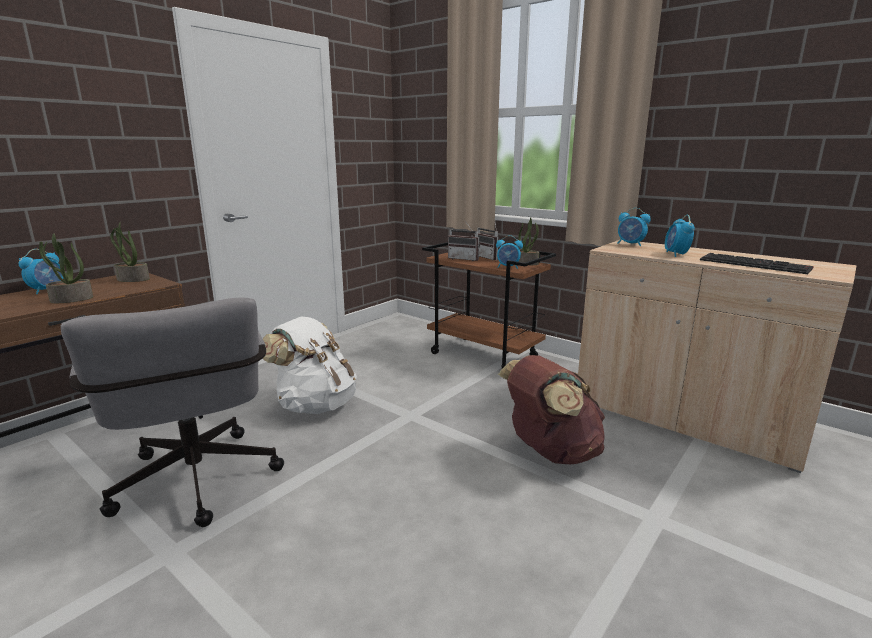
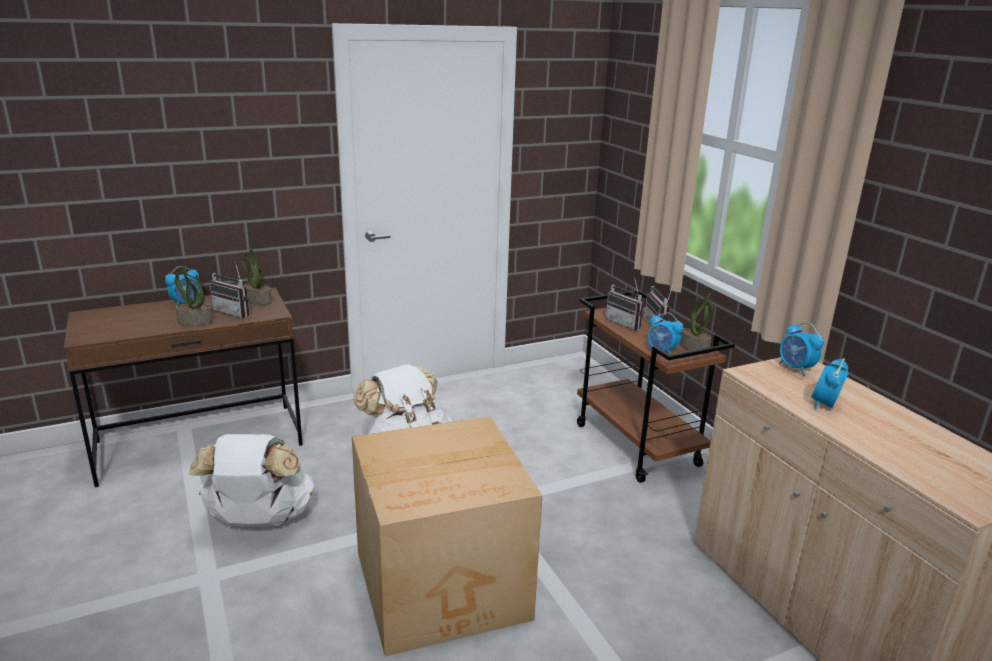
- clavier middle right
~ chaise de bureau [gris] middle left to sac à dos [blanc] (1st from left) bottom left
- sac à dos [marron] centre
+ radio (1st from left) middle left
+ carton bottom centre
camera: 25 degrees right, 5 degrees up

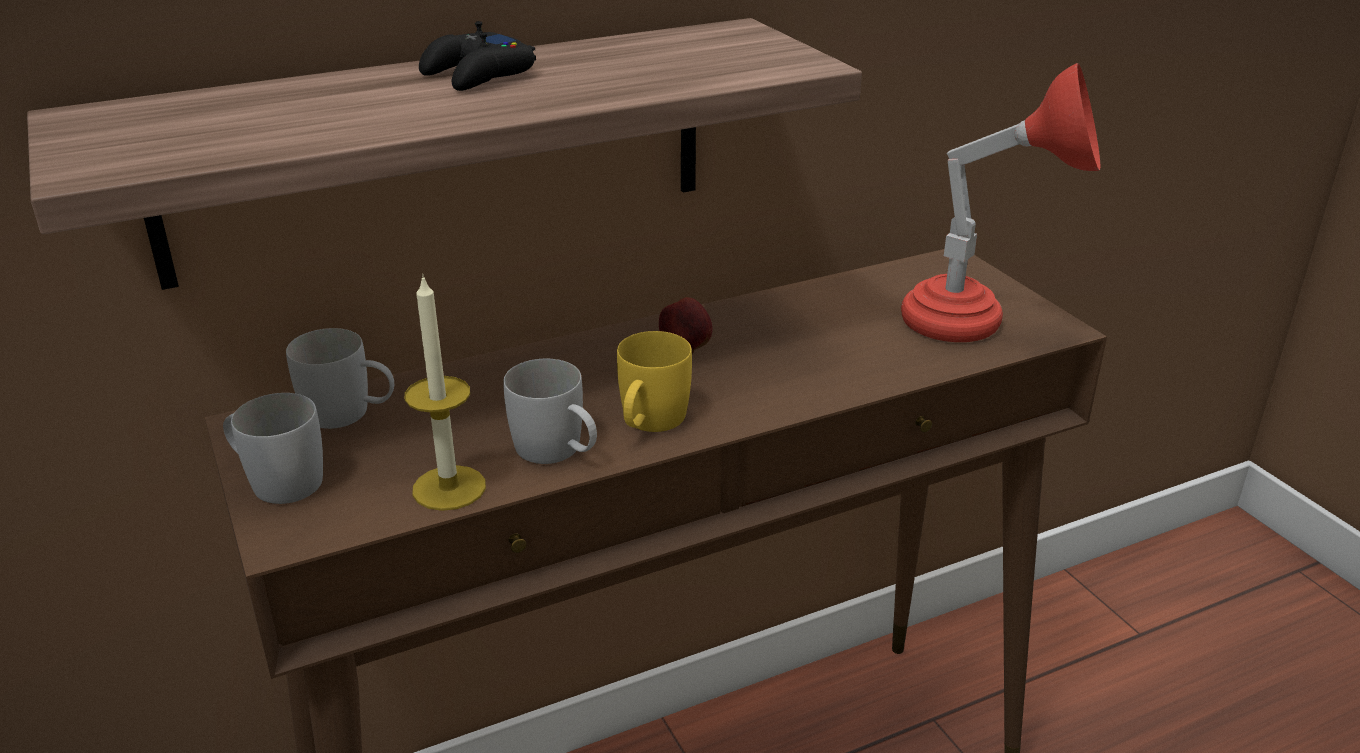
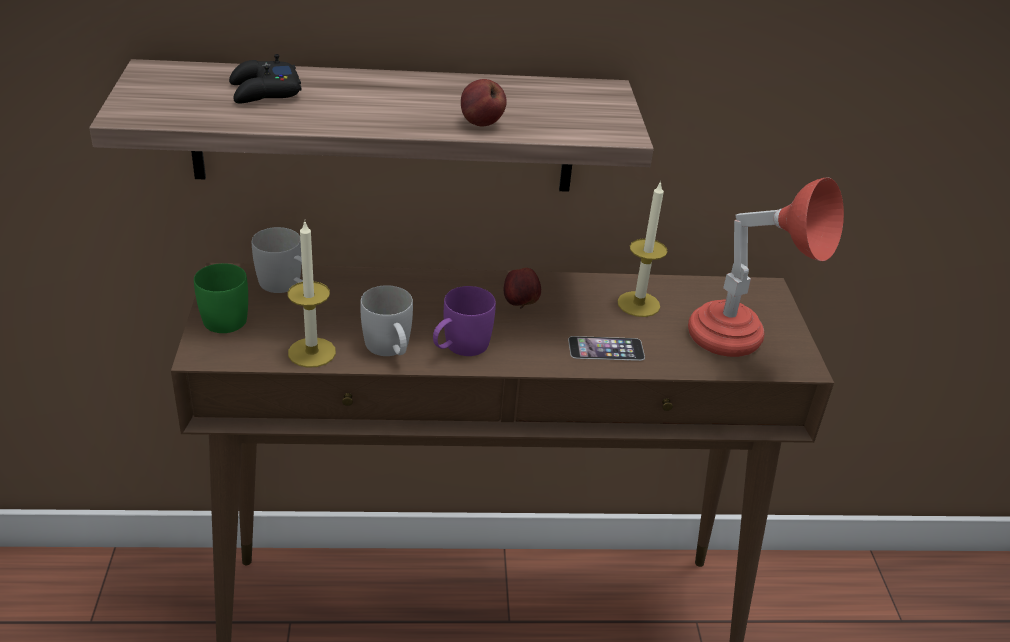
~ manette [noir] top centre to top left
~ mug [jaune] centre to mug [violet] centre
~ mug [blanc] (1st from left) middle left to mug [vert] middle left
+ pomme (1st from left) top centre
+ bougie (2nd from left) centre
+ téléphone centre
camera: 20 degrees right, 5 degrees up

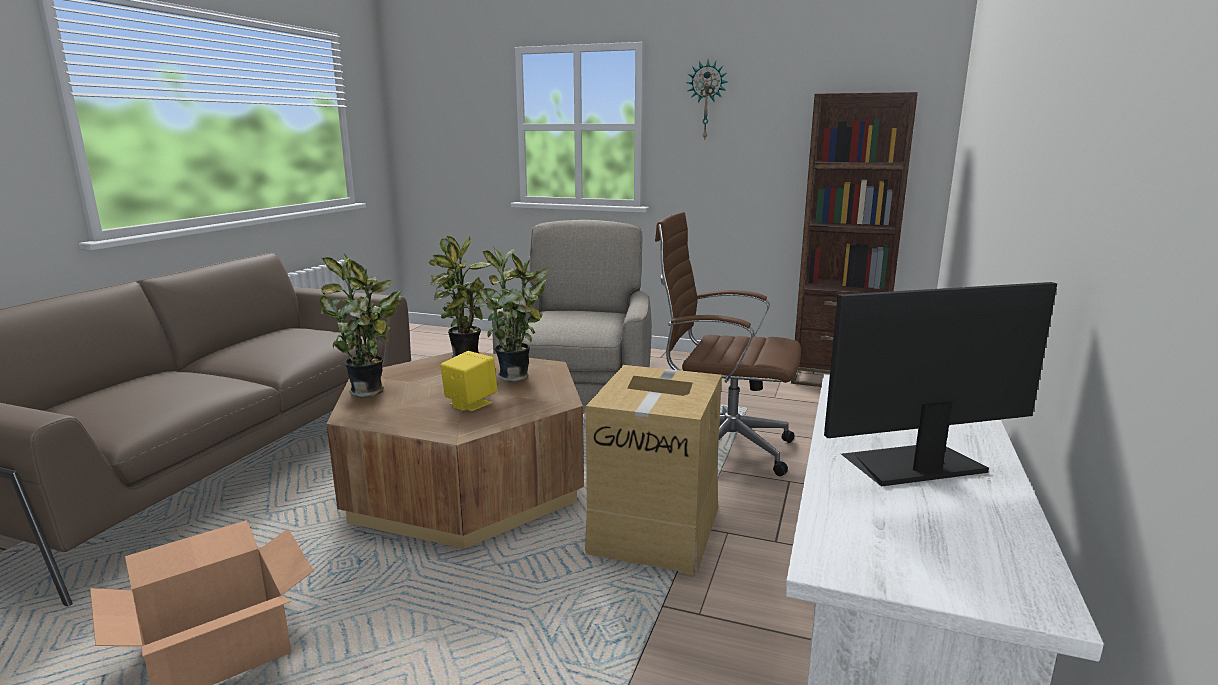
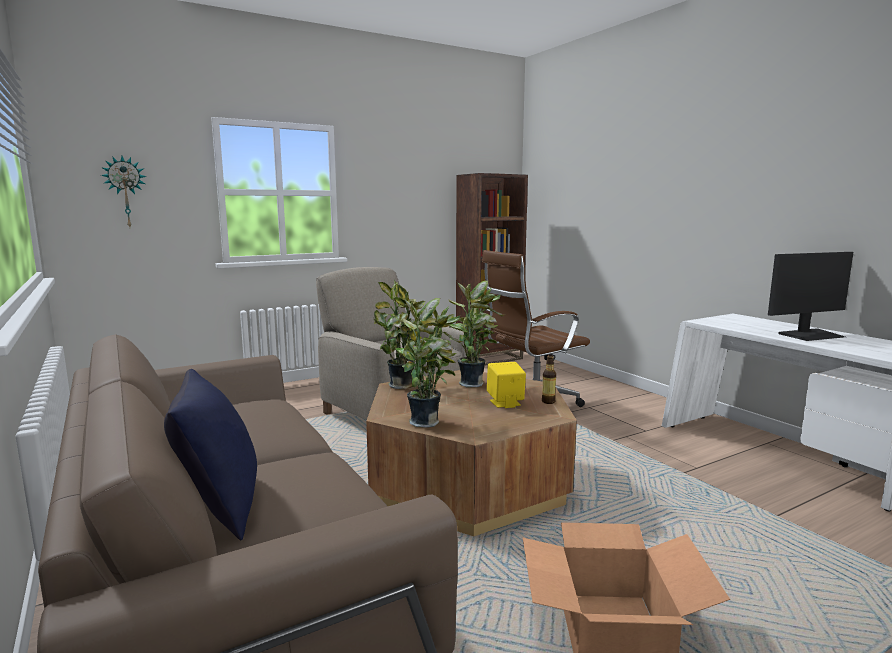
~ horloge murale top centre to top left
~ écran d'ordinateur middle right = middle right 135 degrees counterclockwise
- carton (2nd from left) bottom centre
+ bouteille centre
+ coussin [bleu] bottom left
camera: 50 degrees left, 5 degrees down

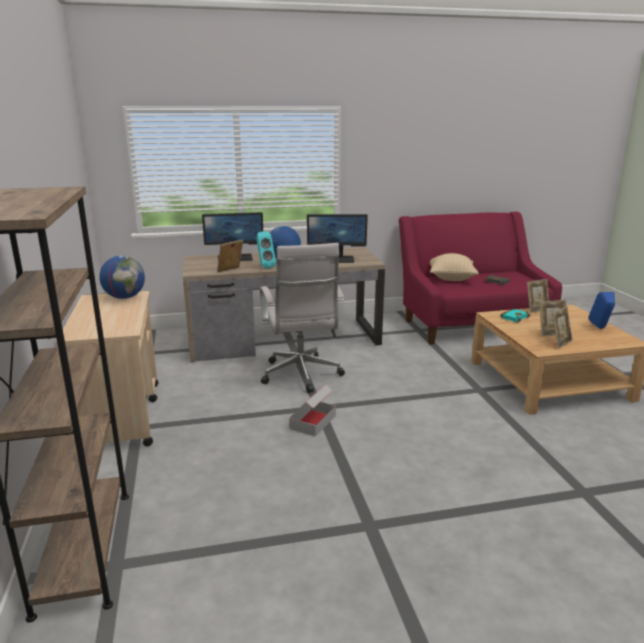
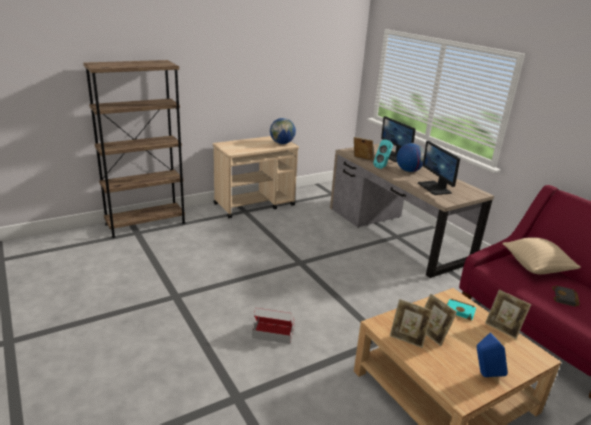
- chaise de bureau [blanc] centre
~ carton centre to bottom centre
camera: 70 degrees right, 5 degrees up

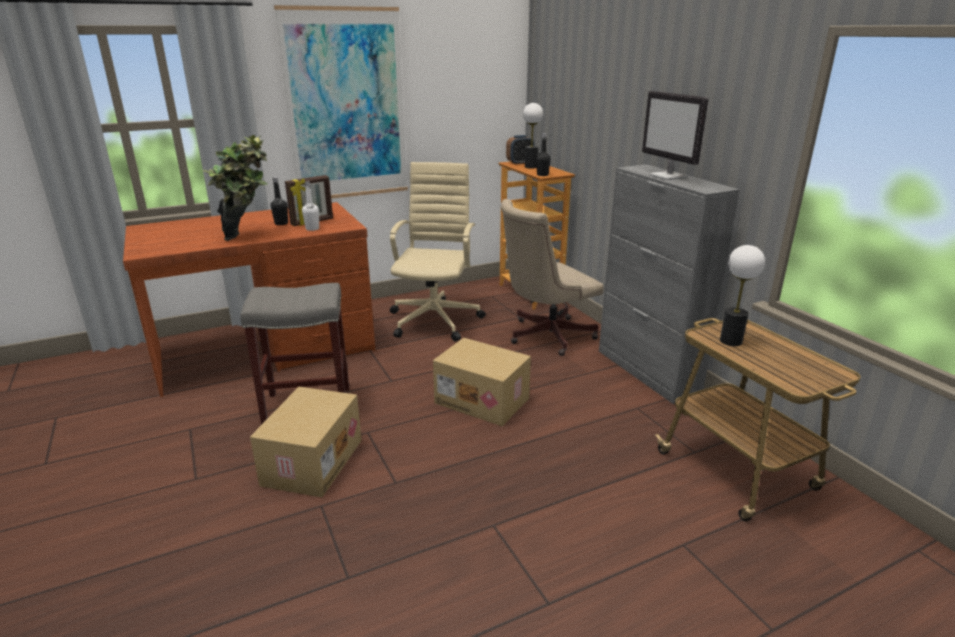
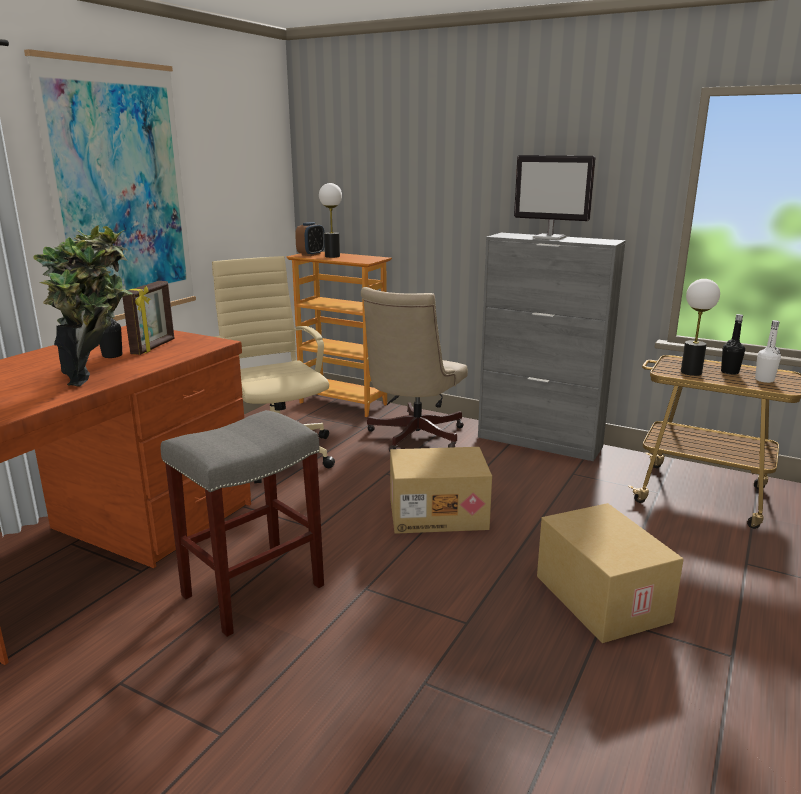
~ bouteille [noir] (2nd from left) top centre to middle right
~ bouteille [blanc] top left to middle right
~ carton (1st from left in the first image) bottom left to carton (2nd from left) bottom right
camera: 35 degrees left, 5 degrees down

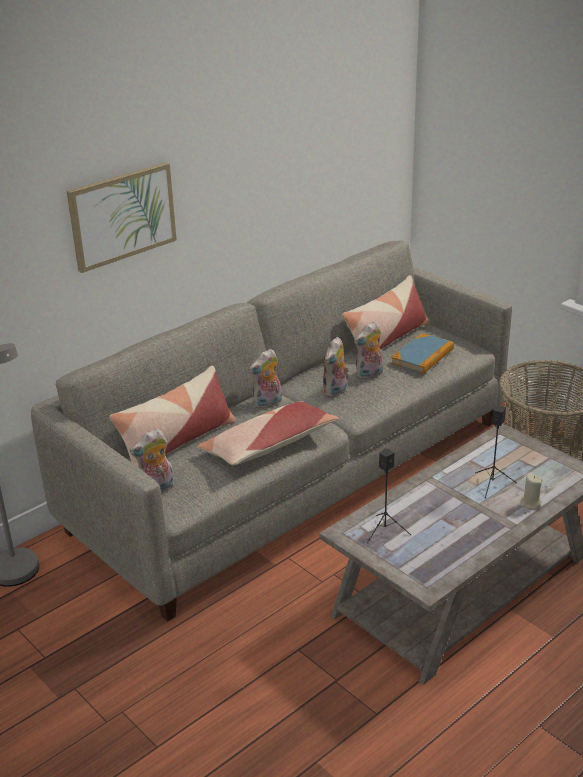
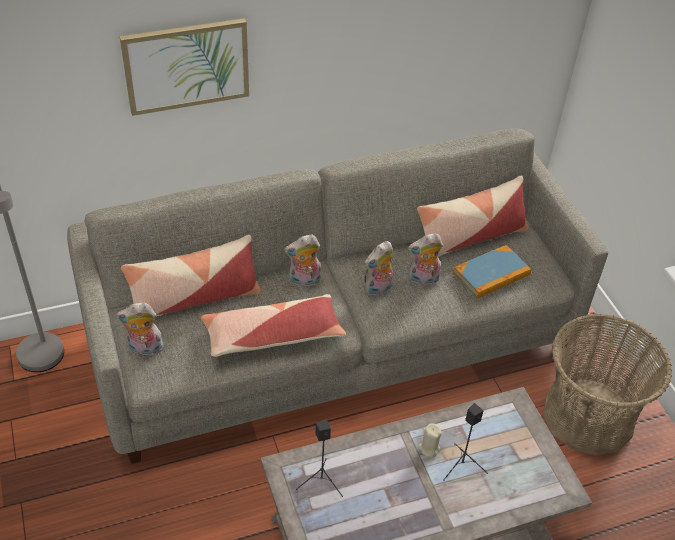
~ bougie [beige] middle right to bottom centre
camera: 20 degrees right, 15 degrees up

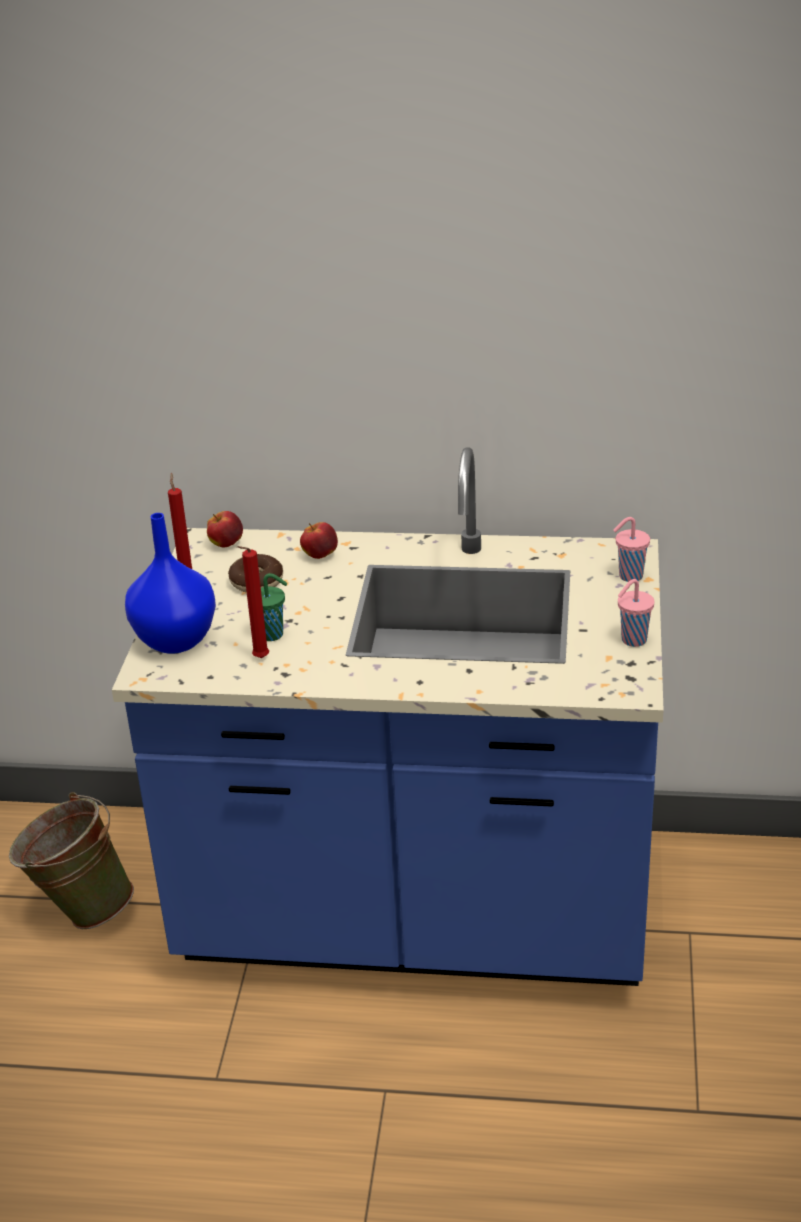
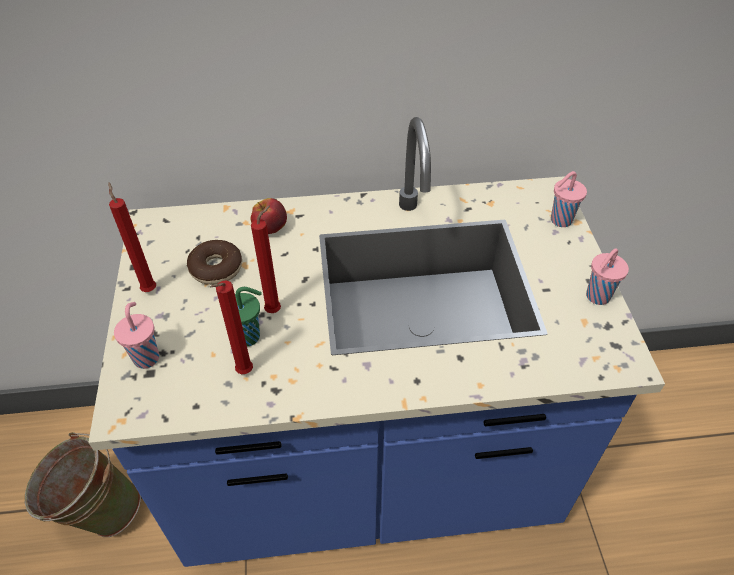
- pomme (1st from left) middle left
~ vase [bleu] middle left to tasse [rose] (1st from left) middle left
+ bougie [rouge] (3rd from left) centre
camera: 15 degrees left, 15 degrees up

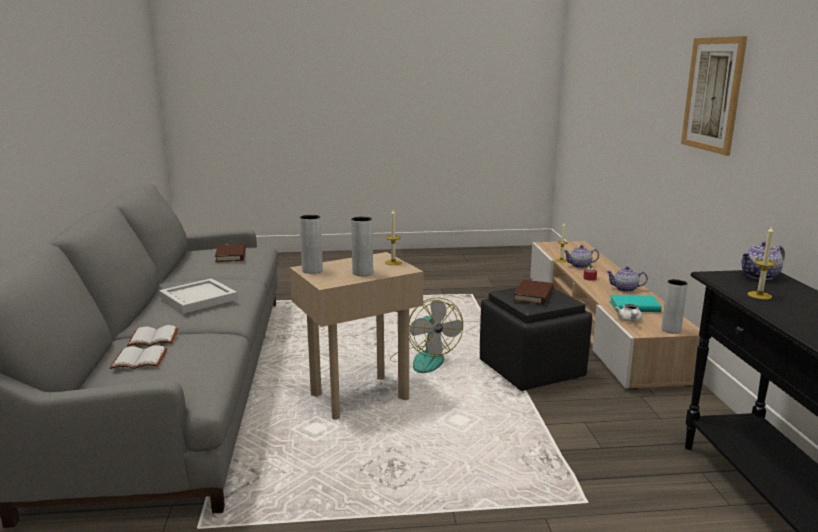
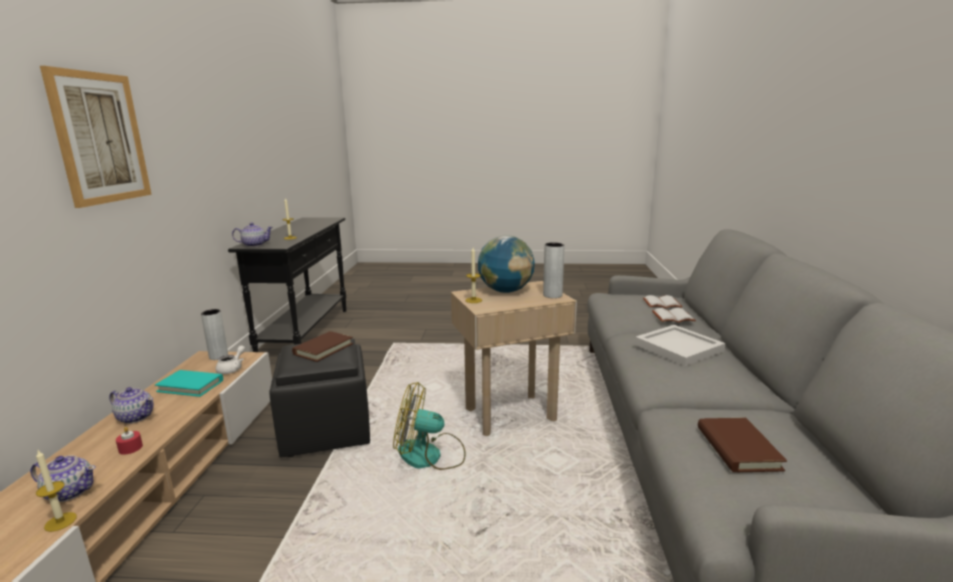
~ vase [gris] (2nd from left) centre to globe centre
~ ventilateur centre = bottom centre 75 degrees counterclockwise
camera: 170 degrees left, 0 degrees up

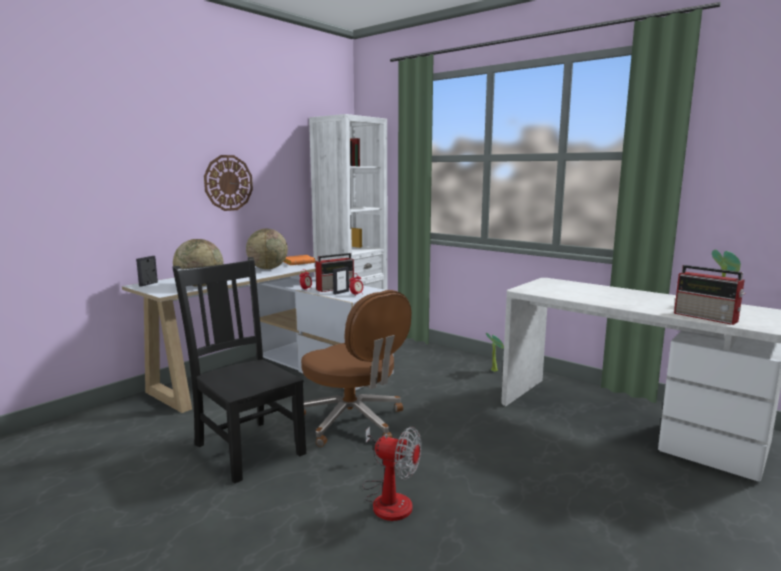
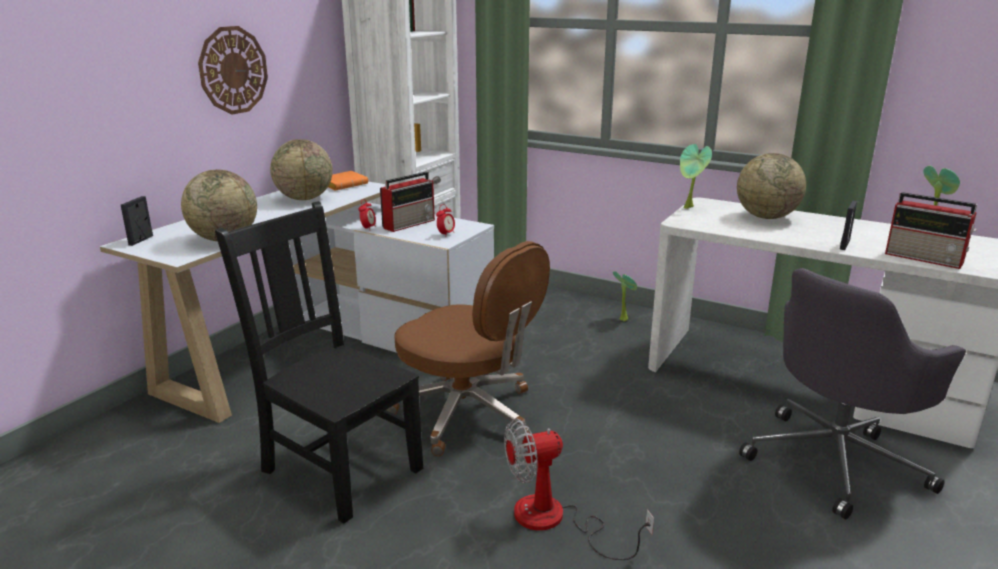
~ cadre photo (2nd from left) centre to middle right
~ ventilateur bottom centre = bottom centre 150 degrees clockwise
+ plante en pot (2nd from left) top right
+ globe (3rd from left) top right
+ chaise de bureau [gris] bottom right
camera: 10 degrees left, 10 degrees up

